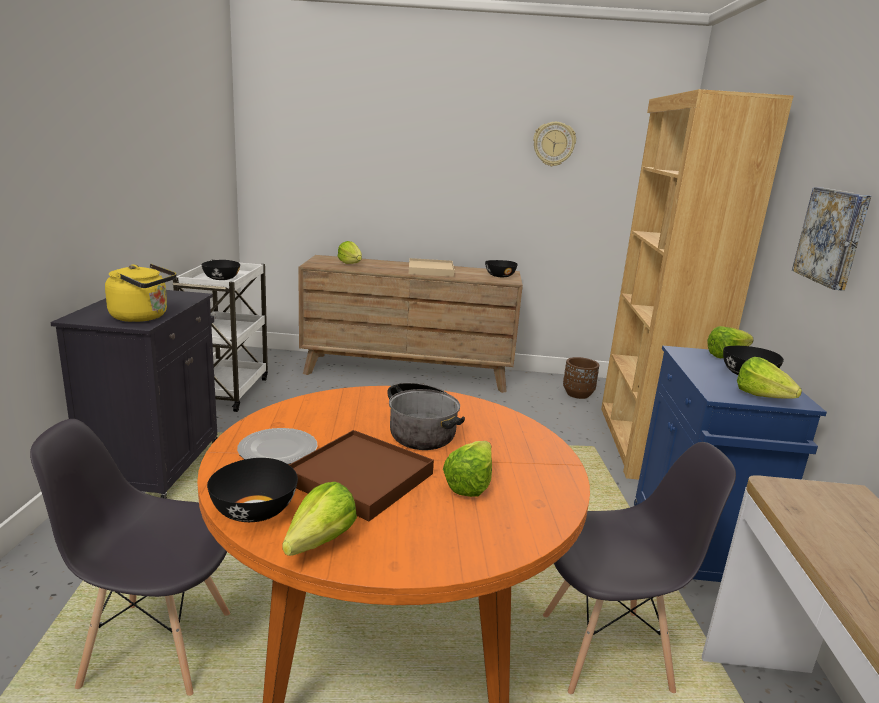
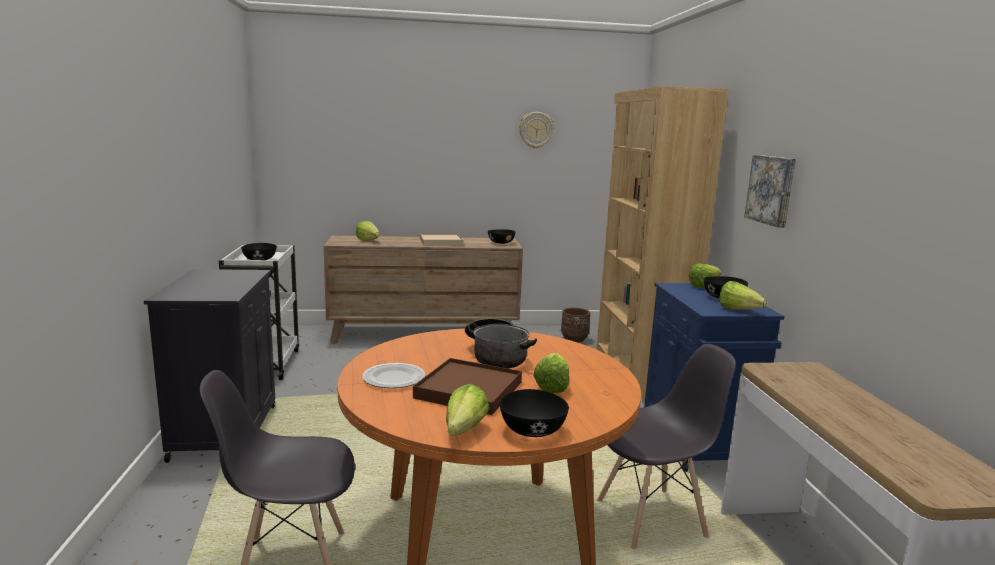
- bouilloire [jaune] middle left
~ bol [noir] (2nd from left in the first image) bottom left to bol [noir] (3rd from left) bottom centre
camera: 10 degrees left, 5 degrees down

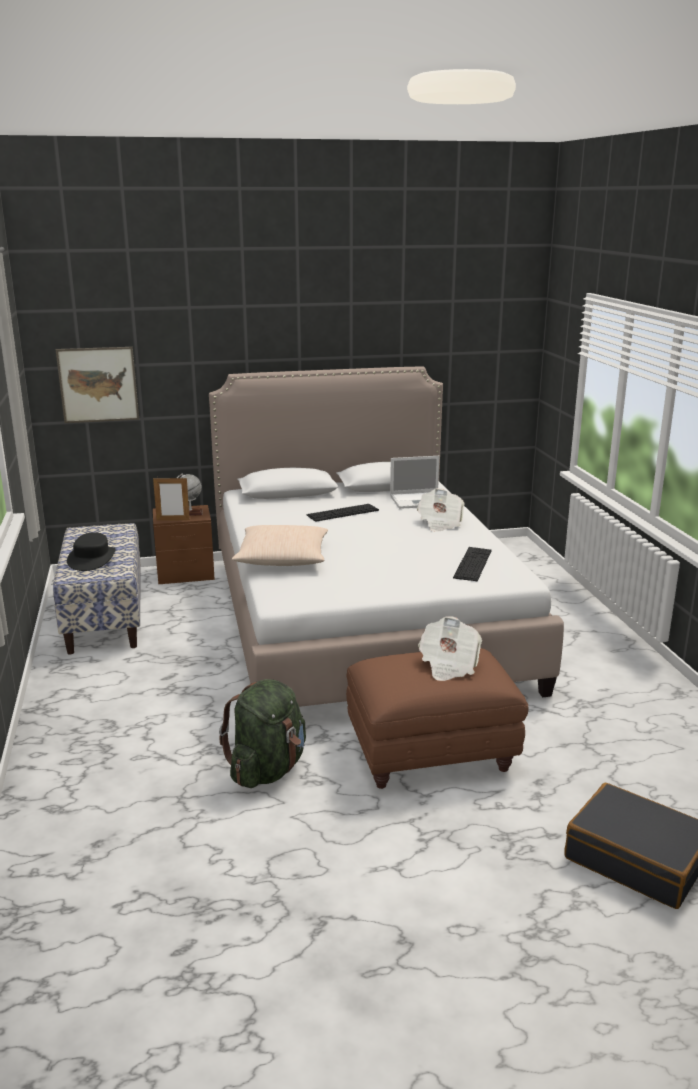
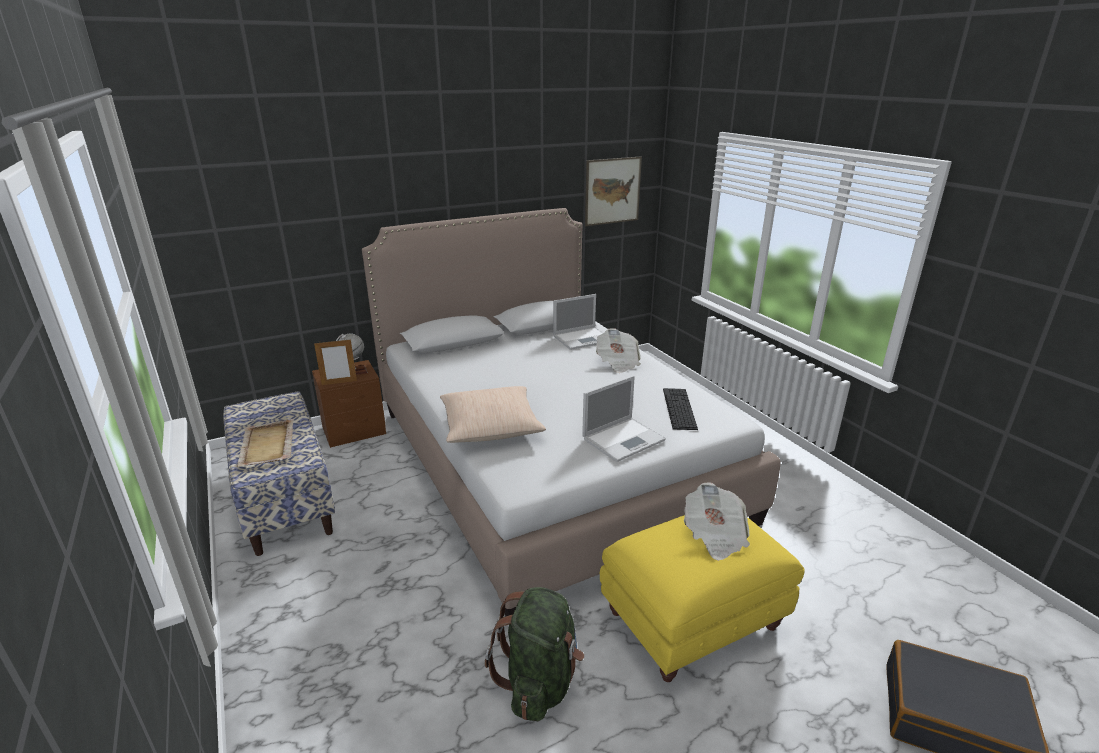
~ tableau middle left to top centre
- clavier (1st from left) centre
~ chapeau [noir] middle left to plateau [beige] middle left
~ pouf [marron] centre to pouf [jaune] bottom centre
+ ordinateur portable (2nd from left) centre
camera: 15 degrees left, 5 degrees up

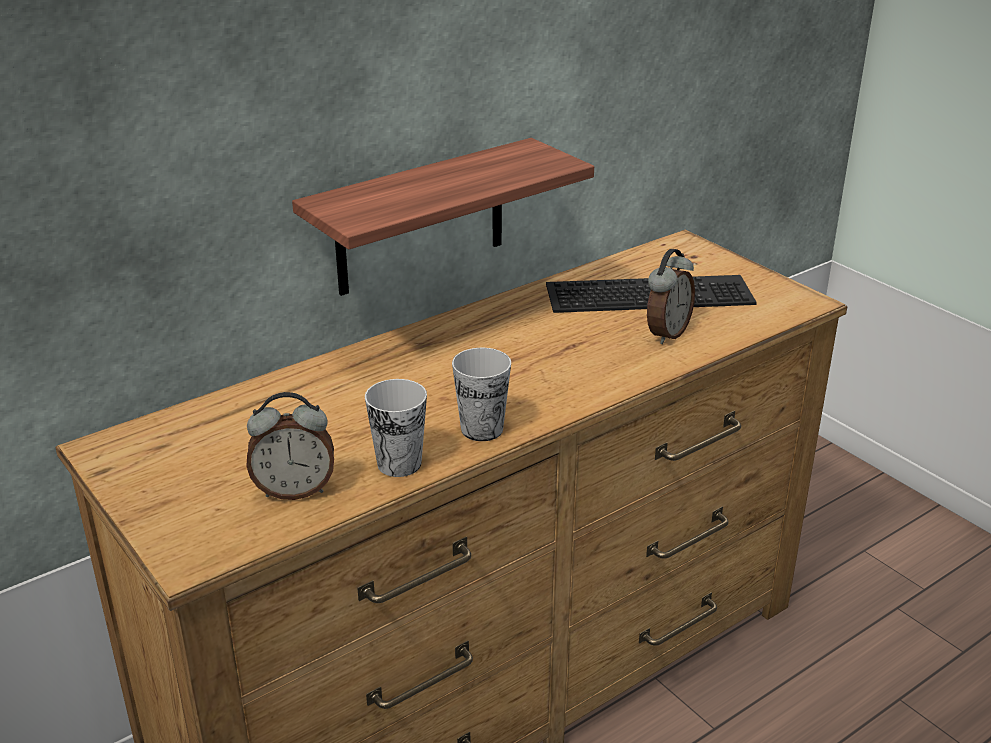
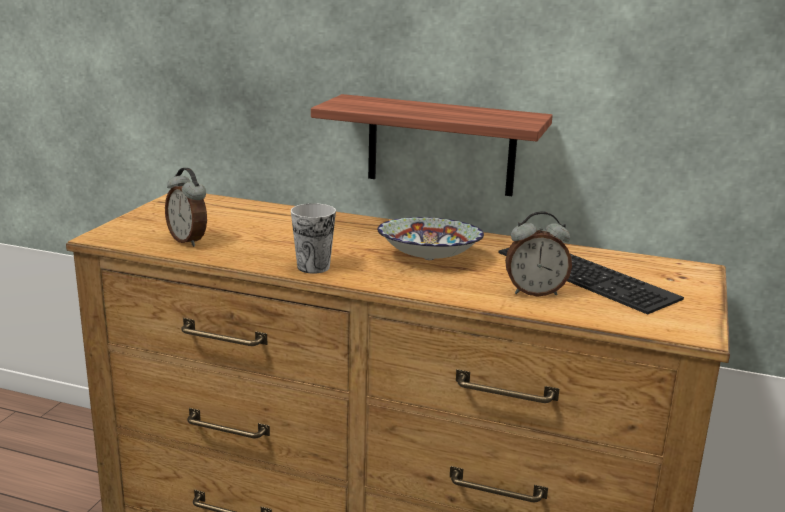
- tasse (1st from left) centre
+ bol centre
camera: 55 degrees right, 10 degrees down

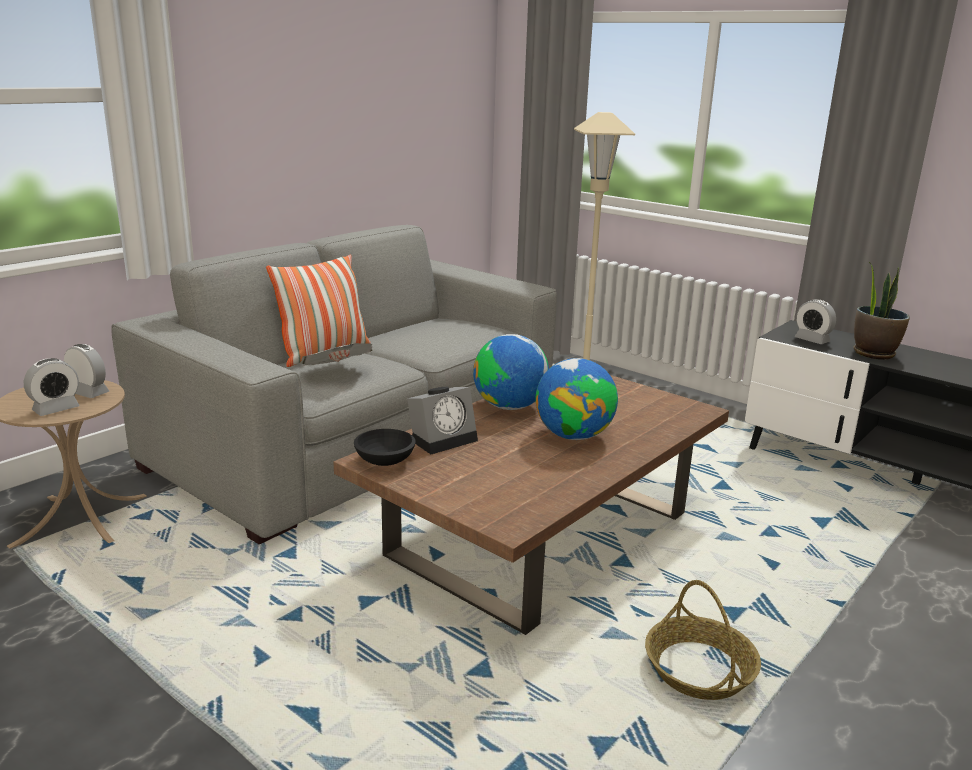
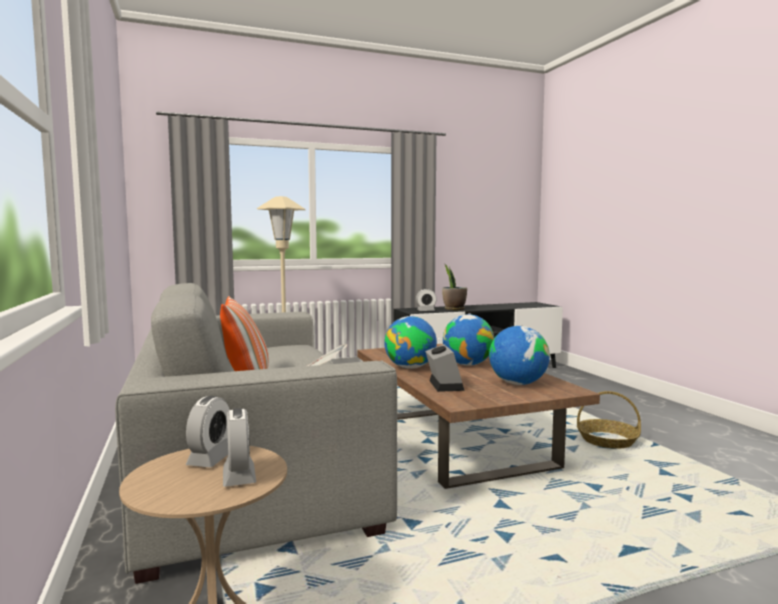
~ réveil (2nd from left in the first image) middle left = bottom left 135 degrees clockwise
- bol [noir] centre
+ globe (3rd from left) middle right
camera: 60 degrees left, 15 degrees down

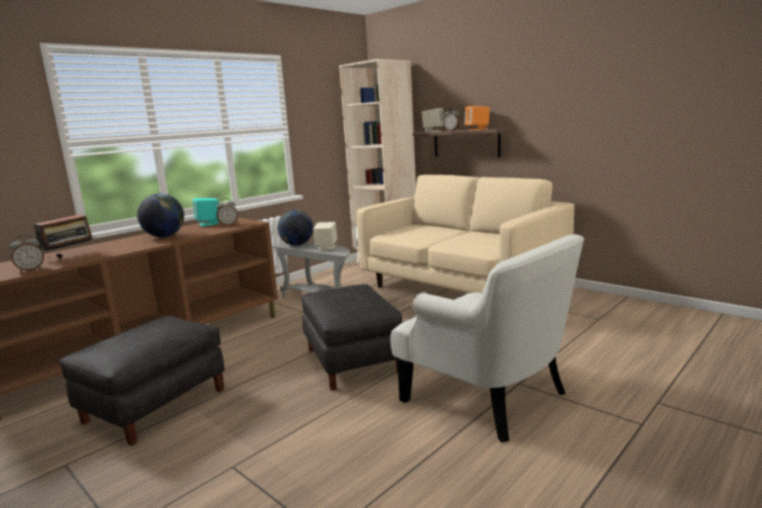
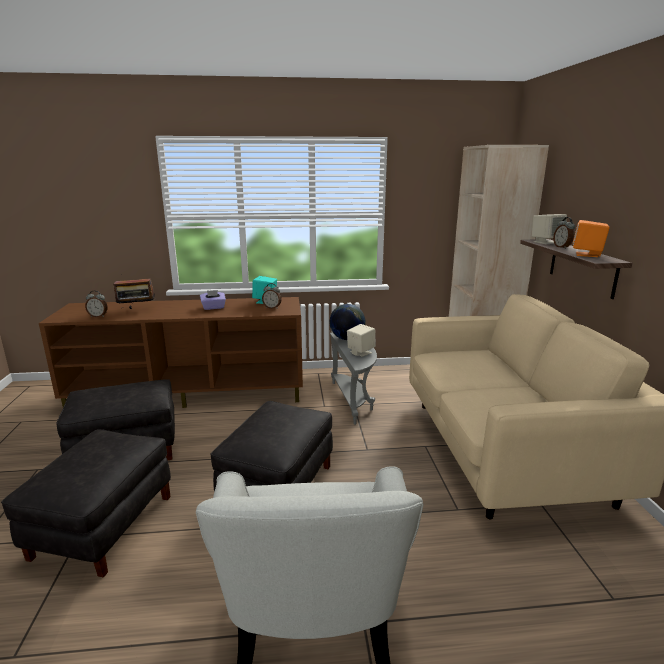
~ globe (1st from left) middle left to boîte à mouchoirs [violet] middle left
+ pouf [noir] (1st from left) bottom left
camera: 40 degrees right, 5 degrees up

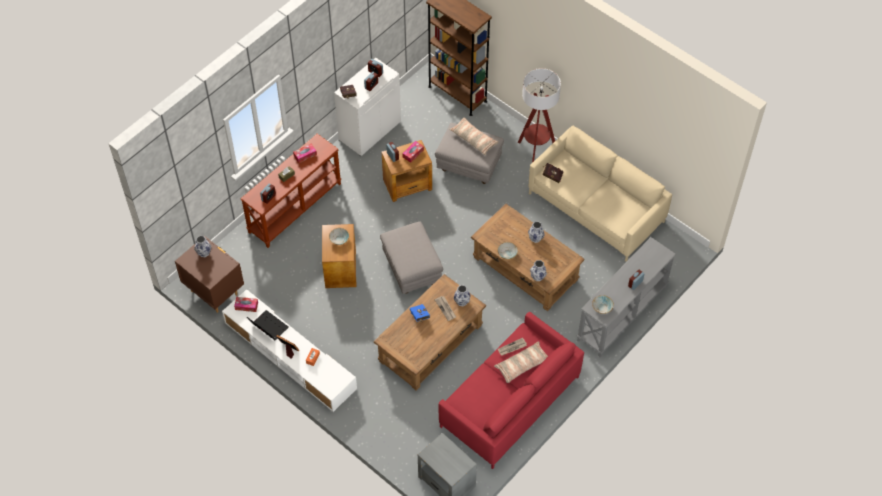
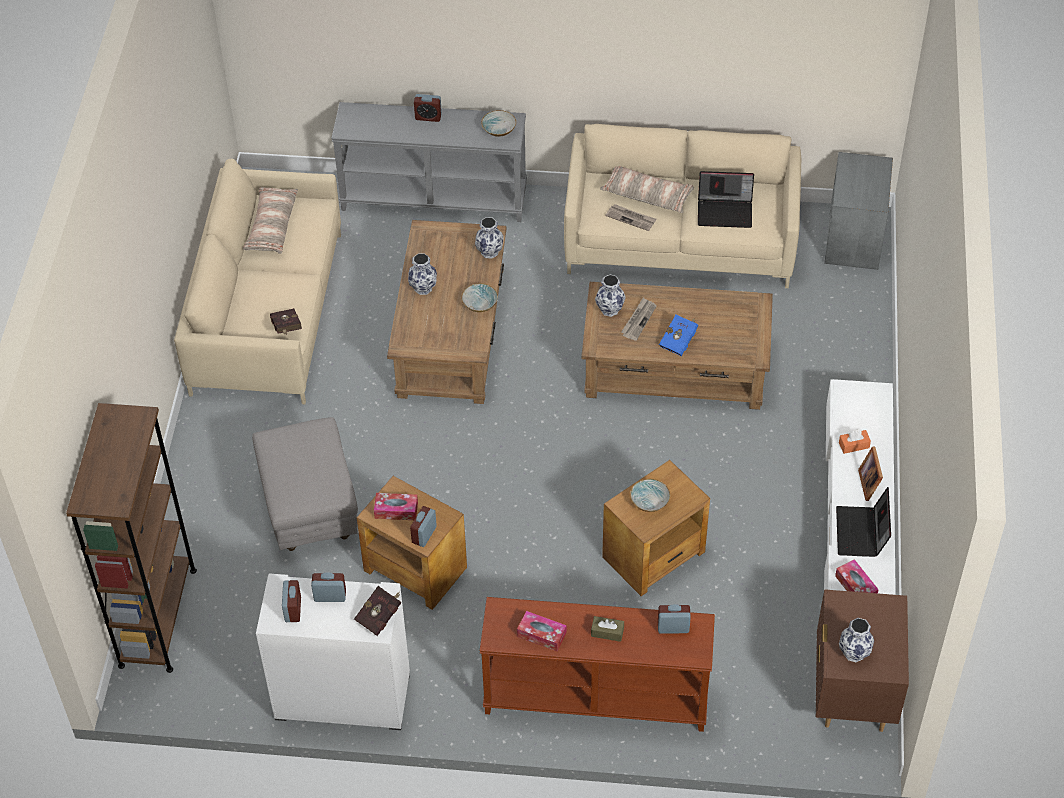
- lampadaire top centre
~ coussin (1st from left) top centre to top left
- pouf [gris] (1st from left) centre
~ canapé [rouge] bottom centre to canapé [beige] (2nd from left) top centre
+ ordinateur portable (1st from left) top right
camera: 125 degrees left, 5 degrees down

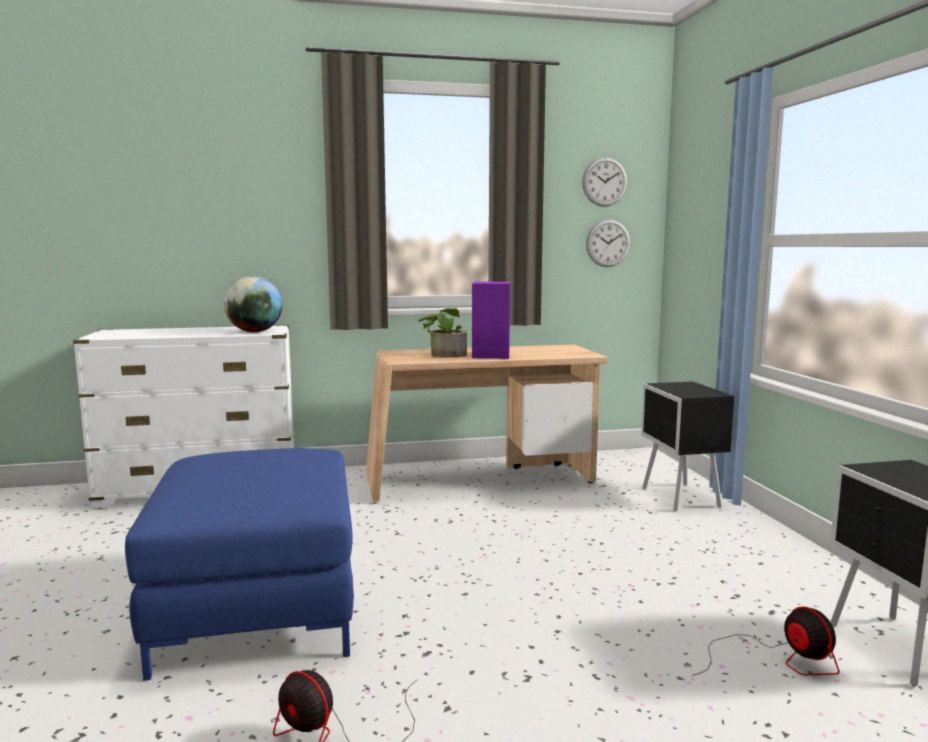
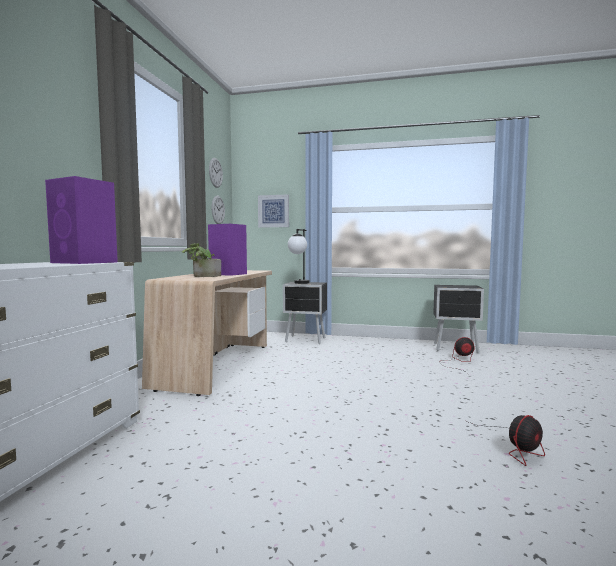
~ globe middle left to enceinte [violet] (1st from left) middle left
- pouf [bleu] bottom left
+ tableau centre
+ lampe de table centre
camera: 65 degrees left, 5 degrees down

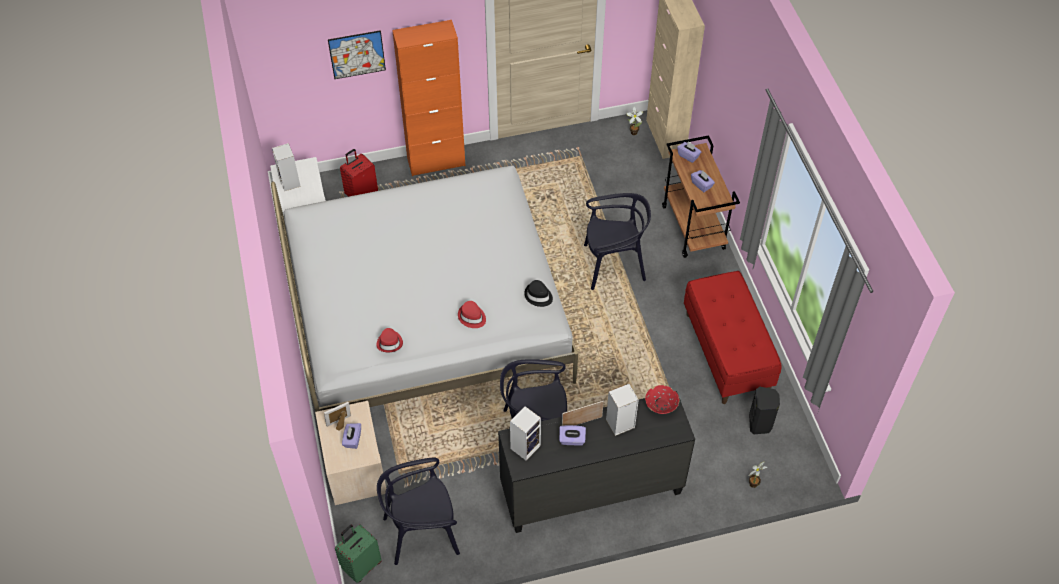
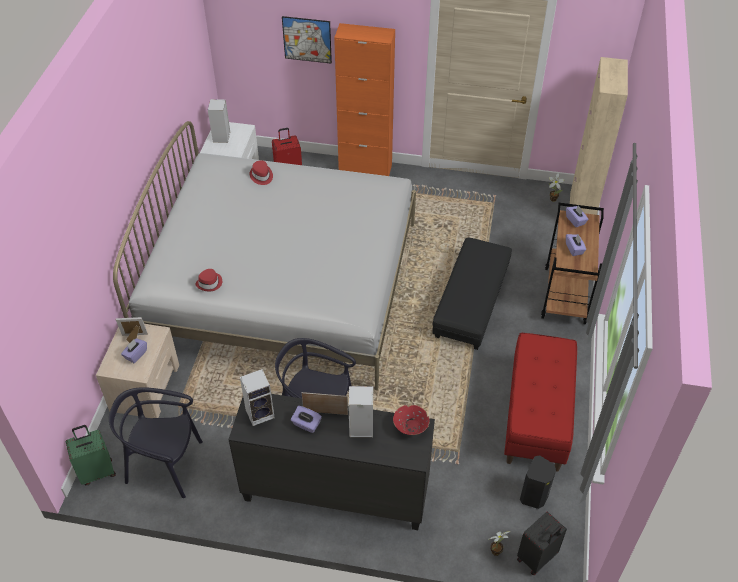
~ chaise [noir] (3rd from left) centre to pouf [noir] centre
- chapeau [noir] centre
~ chapeau [rouge] (2nd from left) centre to top centre
+ valise [noir] bottom right
camera: 25 degrees right, 5 degrees down

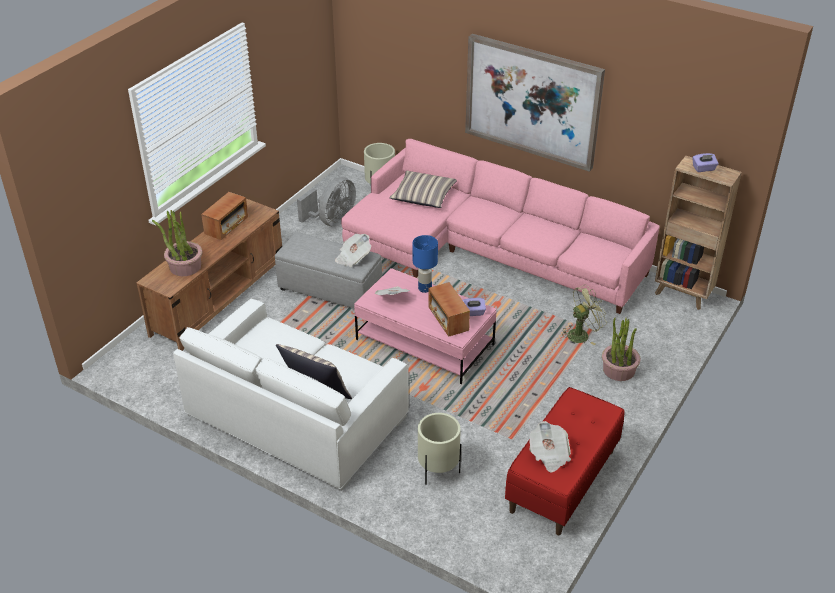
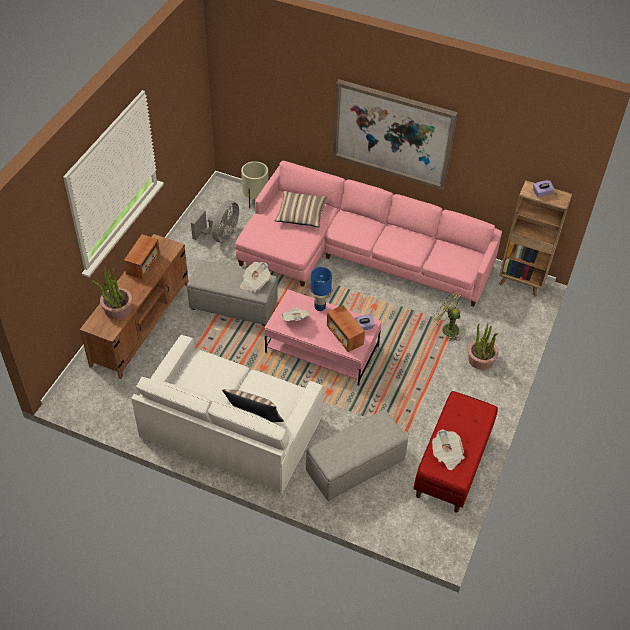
~ ventilateur [vert] middle right = middle right 105 degrees counterclockwise
~ cache-pot [beige] (2nd from left) bottom centre to pouf [gris] (2nd from left) bottom centre
camera: 10 degrees left, 10 degrees up

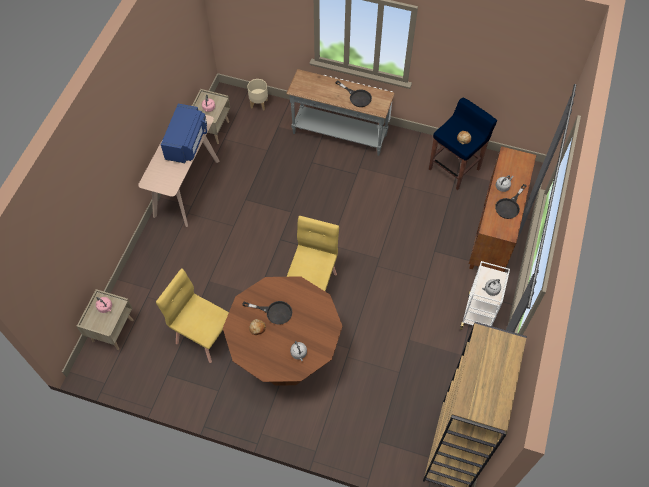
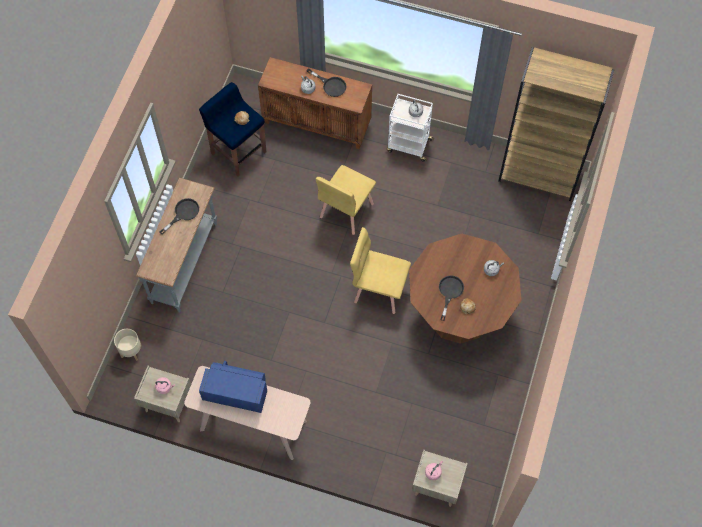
~ chaise [jaune] (1st from left) middle left to centre
camera: 90 degrees left, 5 degrees up

